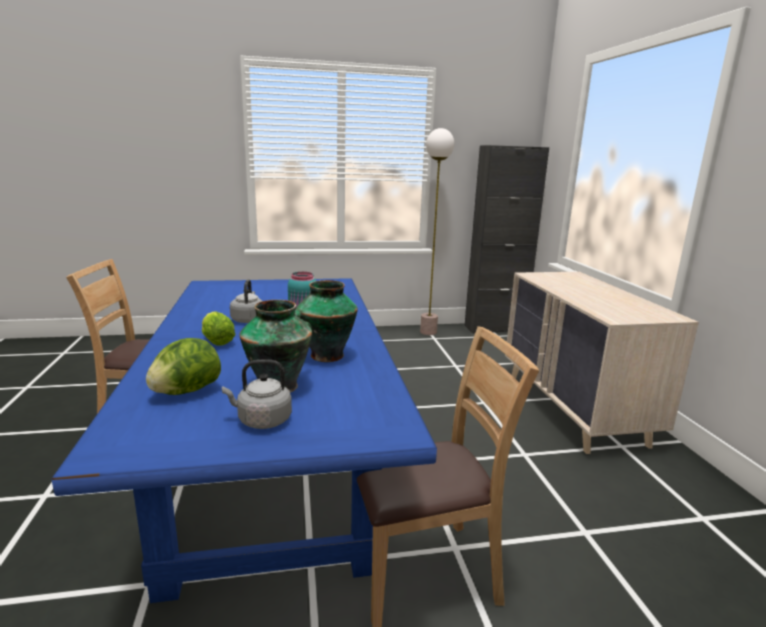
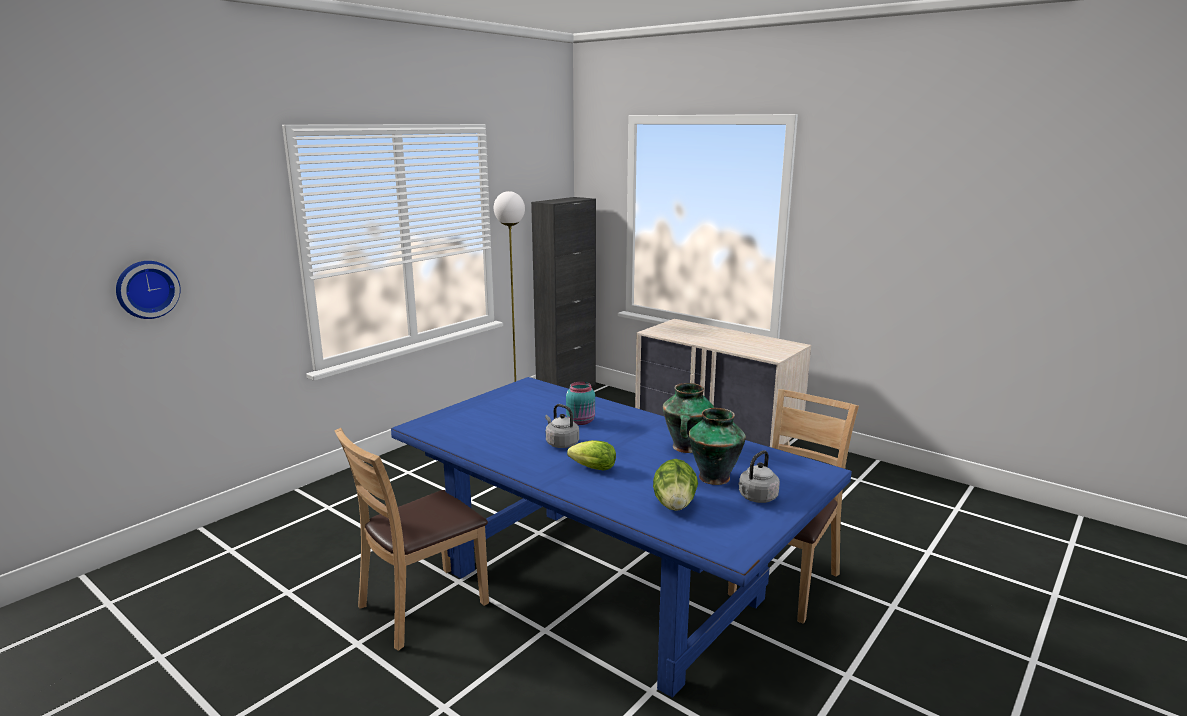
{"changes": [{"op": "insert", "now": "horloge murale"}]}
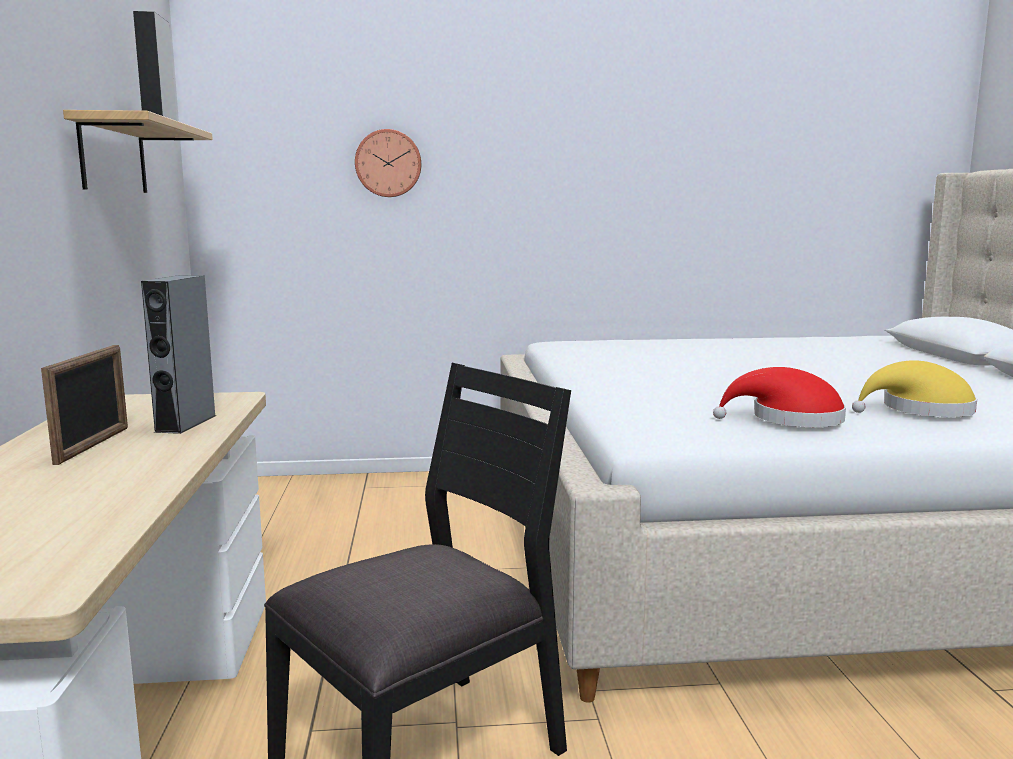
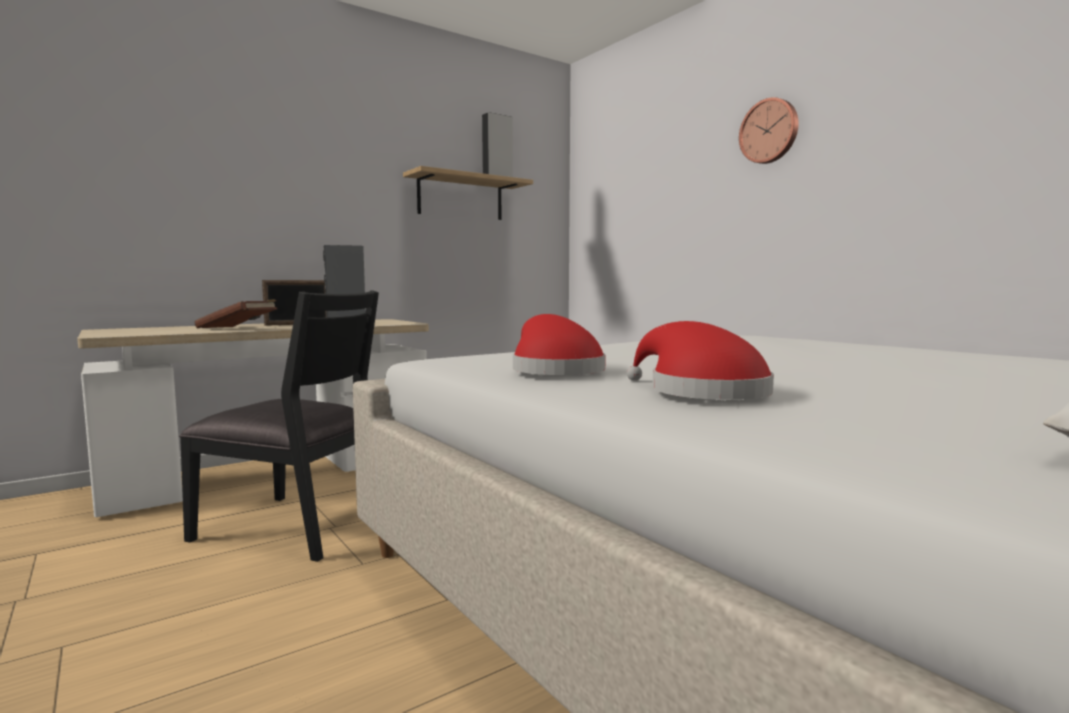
{"changes": [{"op": "move", "was": "horloge murale"}, {"op": "recolor", "was": "chapeau [jaune]", "now": "chapeau [rouge] (2nd from left)"}, {"op": "insert", "now": "livre [marron]"}]}
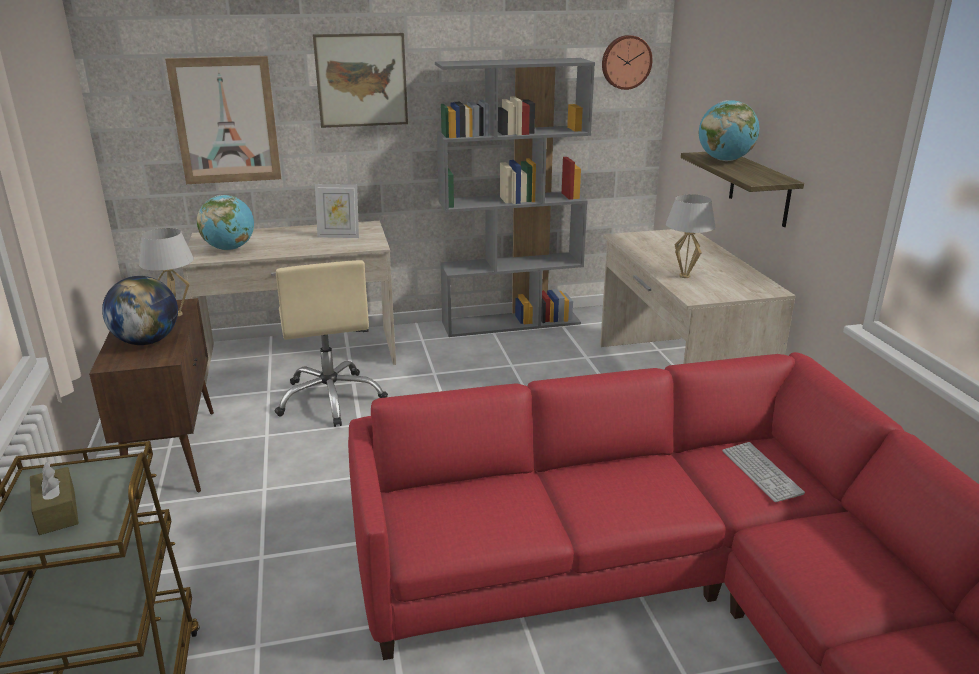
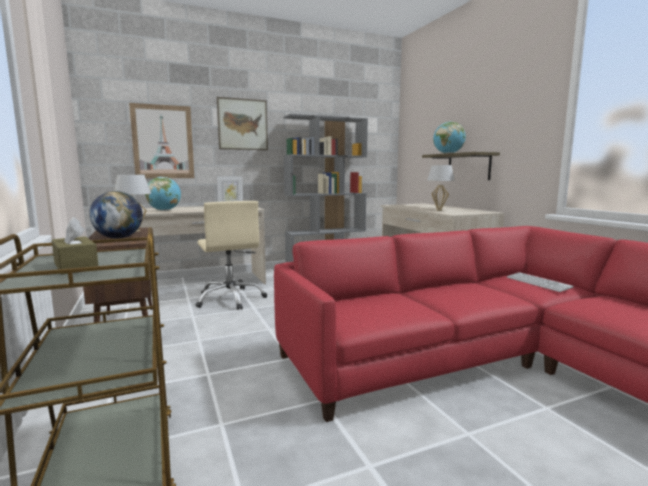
{"changes": [{"op": "delete", "was": "horloge murale"}]}
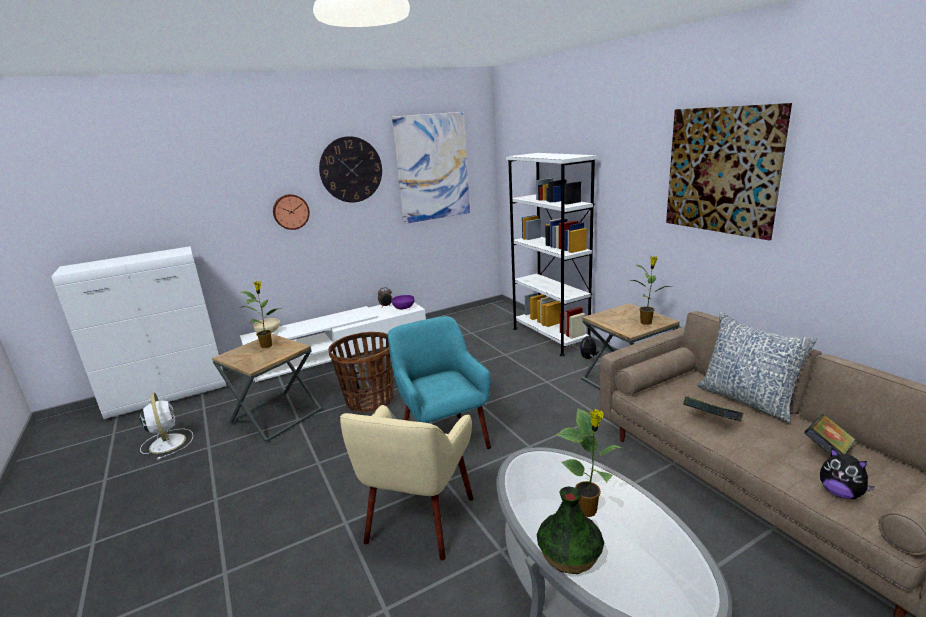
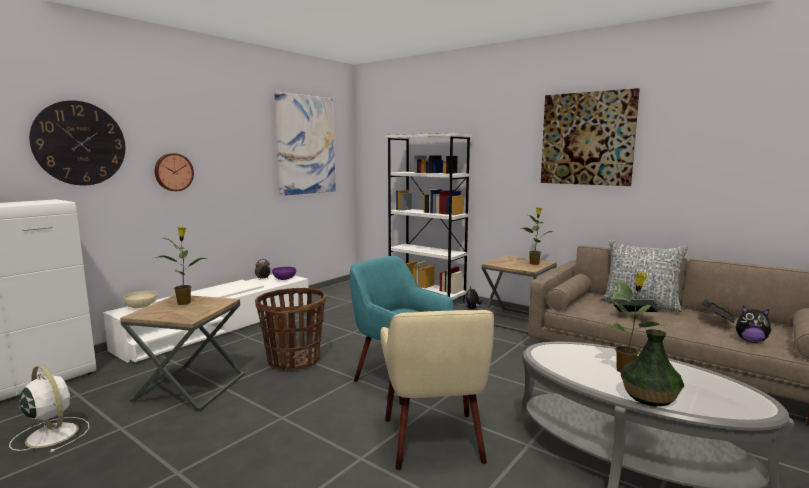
{"changes": [{"op": "move", "was": "horloge murale (2nd from left in the first image)", "now": "horloge murale (1st from left)"}]}
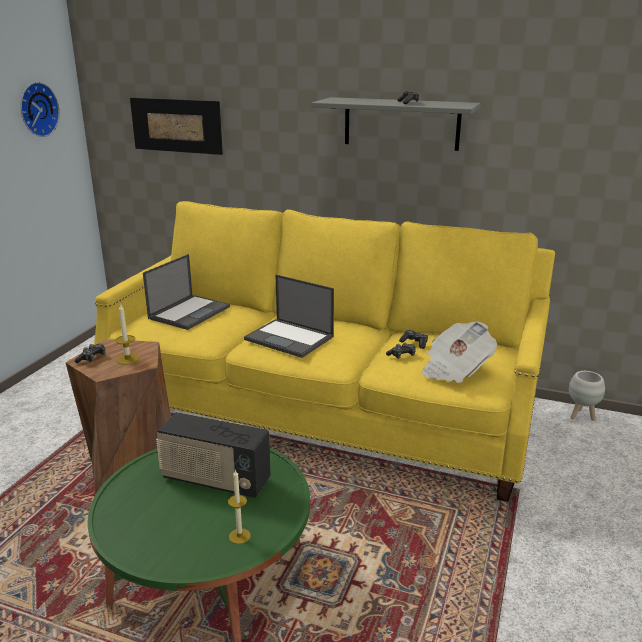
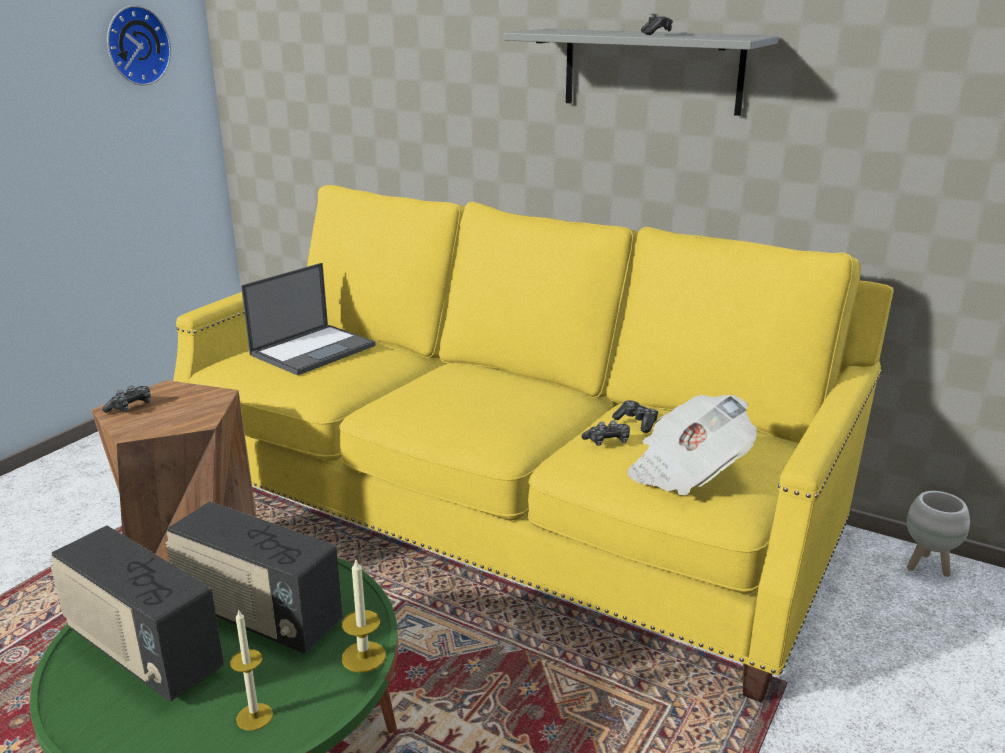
{"changes": [{"op": "delete", "was": "tableau"}, {"op": "delete", "was": "ordinateur portable (2nd from left)"}, {"op": "move", "was": "bougie (1st from left in the first image)", "now": "bougie (2nd from left)"}, {"op": "insert", "now": "radio (1st from left)"}]}
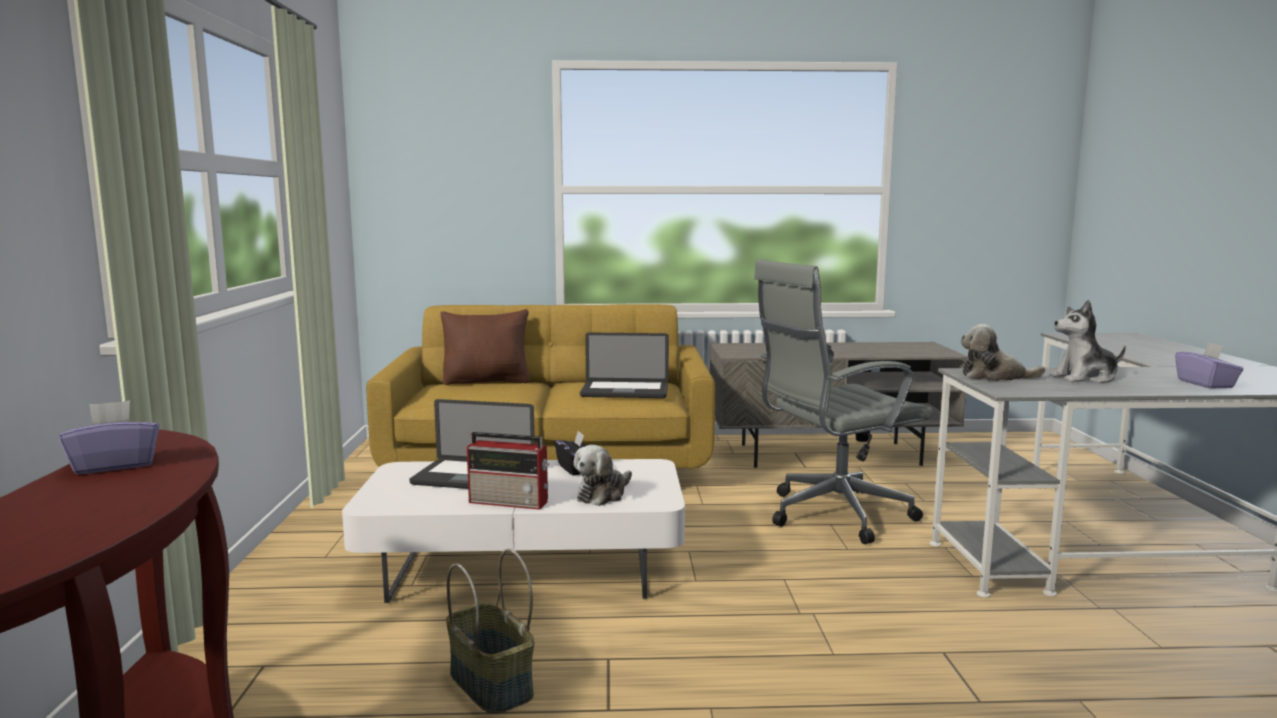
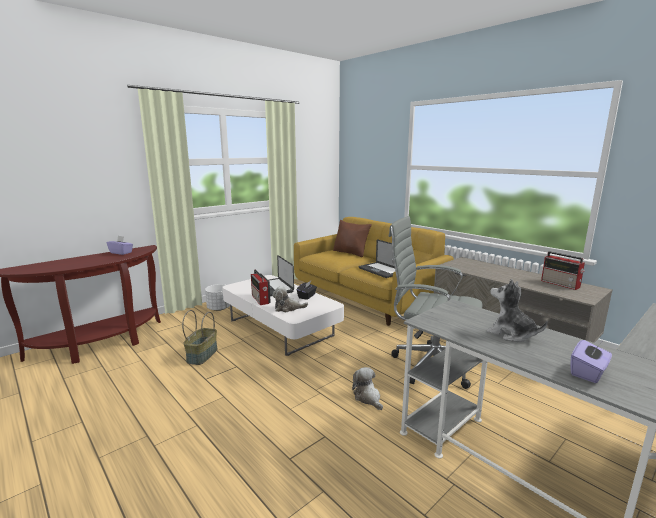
{"changes": [{"op": "move", "was": "peluche (2nd from left)"}, {"op": "insert", "now": "radio (2nd from left)"}, {"op": "insert", "now": "cache-pot [blanc]"}]}
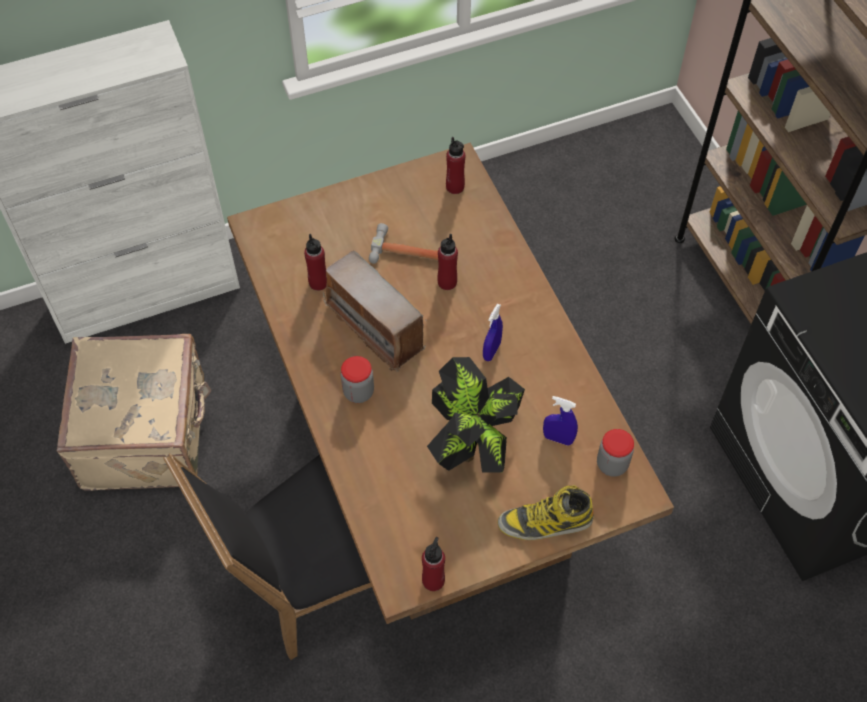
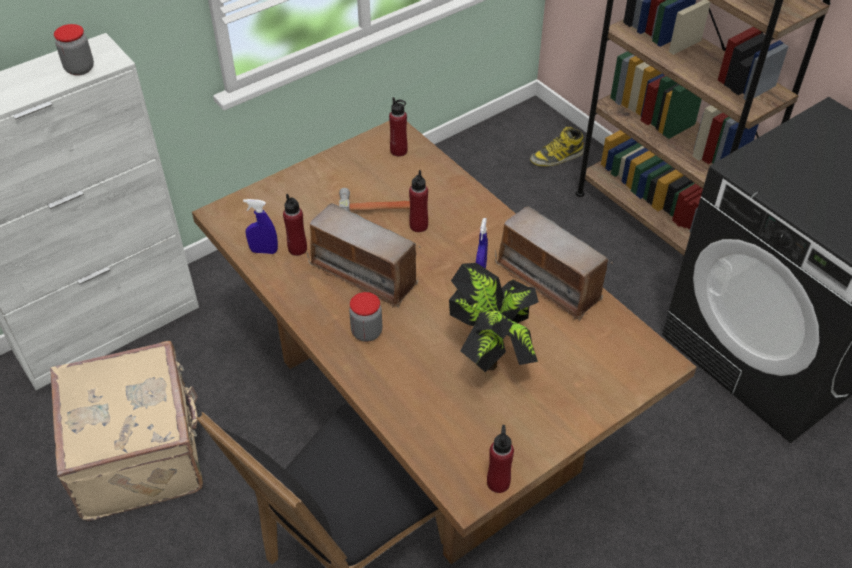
{"changes": [{"op": "move", "was": "vaporisateur [bleu] (2nd from left in the first image)", "now": "vaporisateur [bleu] (1st from left)"}, {"op": "move", "was": "bocal (2nd from left in the first image)", "now": "bocal (1st from left)"}, {"op": "move", "was": "botte"}, {"op": "insert", "now": "radio (2nd from left)"}]}
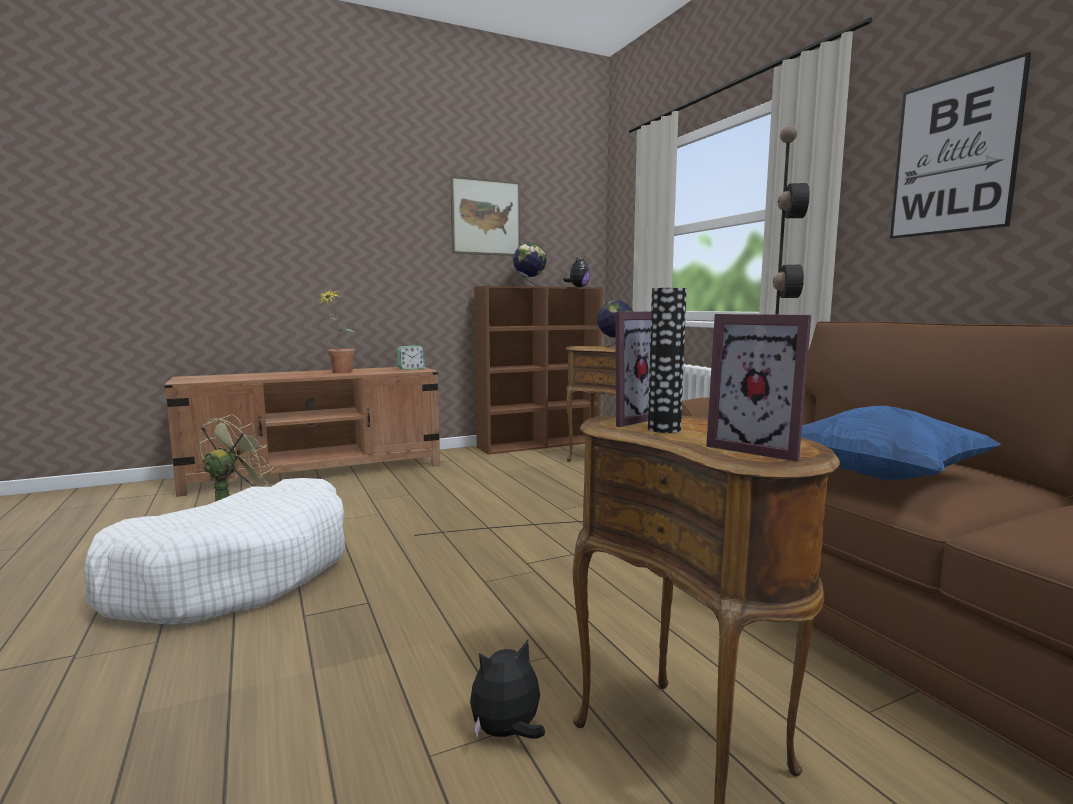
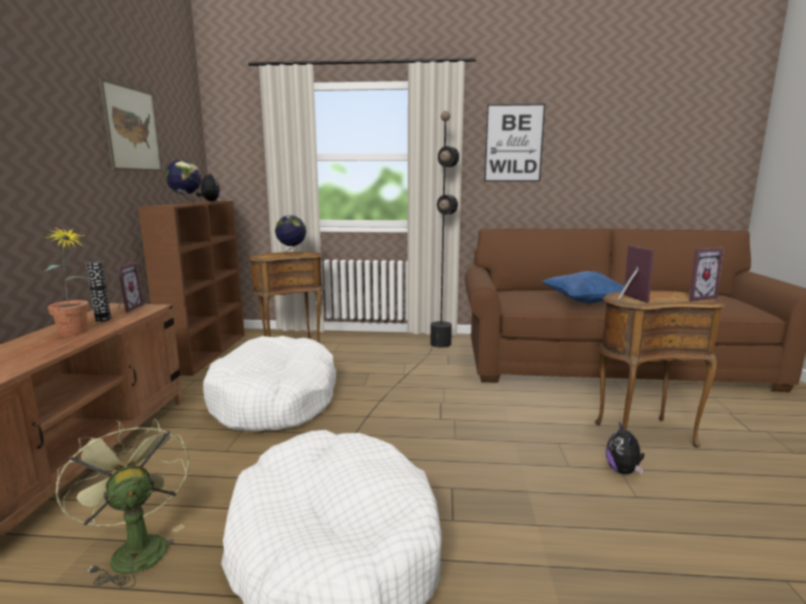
{"changes": [{"op": "move", "was": "vase"}, {"op": "replace", "was": "réveil", "now": "cadre photo (1st from left)"}, {"op": "insert", "now": "panier pour chien [blanc] (1st from left)"}]}
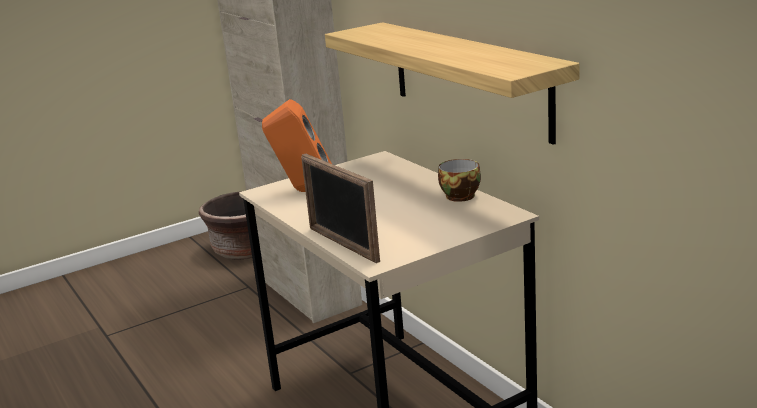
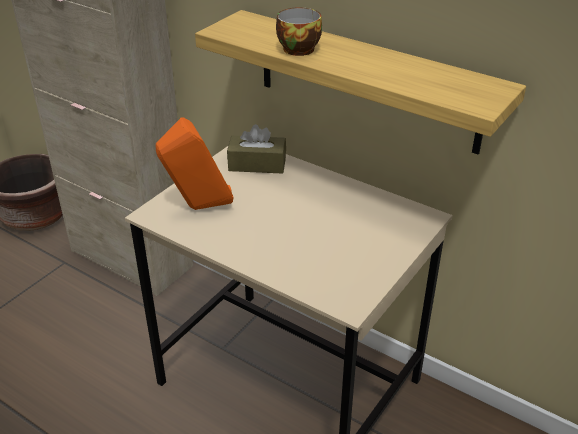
{"changes": [{"op": "delete", "was": "cadre photo"}, {"op": "move", "was": "tasse"}, {"op": "insert", "now": "boîte à mouchoirs [marron]"}]}
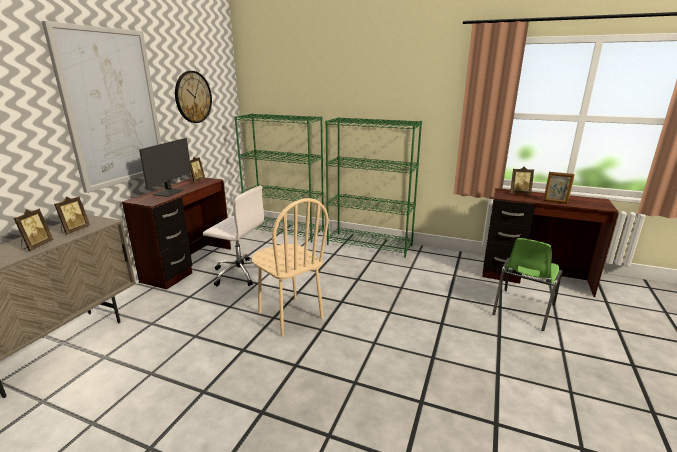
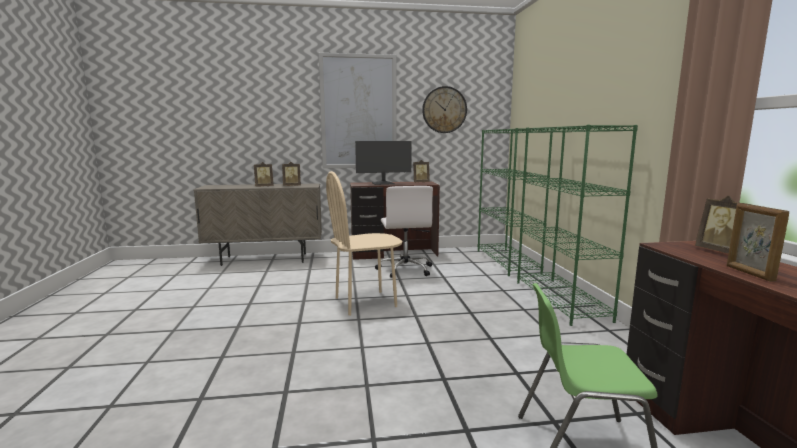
{"changes": [{"op": "rotate", "was": "chaise [beige]", "clockwise": 45}]}
